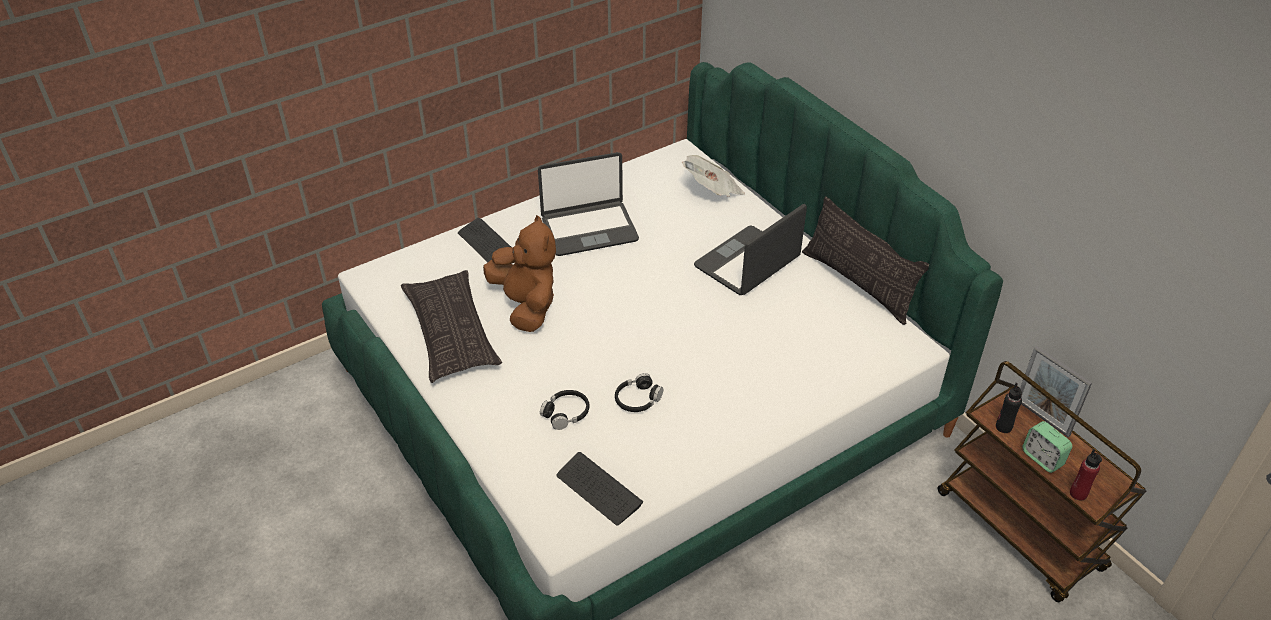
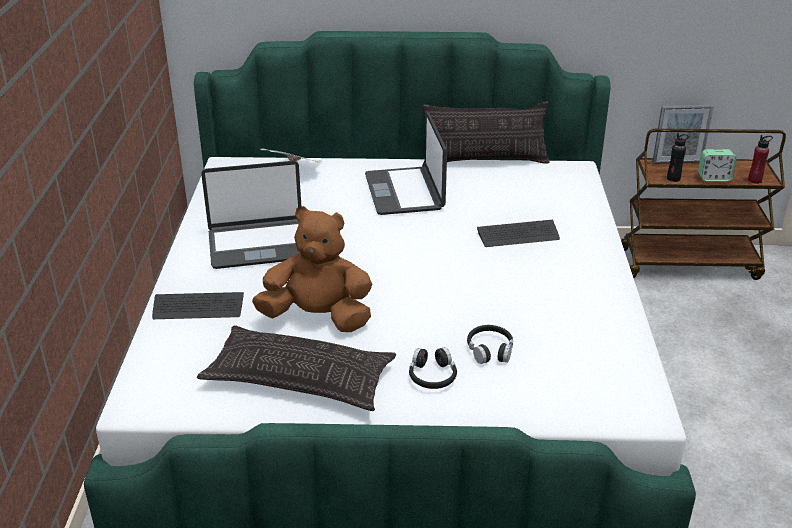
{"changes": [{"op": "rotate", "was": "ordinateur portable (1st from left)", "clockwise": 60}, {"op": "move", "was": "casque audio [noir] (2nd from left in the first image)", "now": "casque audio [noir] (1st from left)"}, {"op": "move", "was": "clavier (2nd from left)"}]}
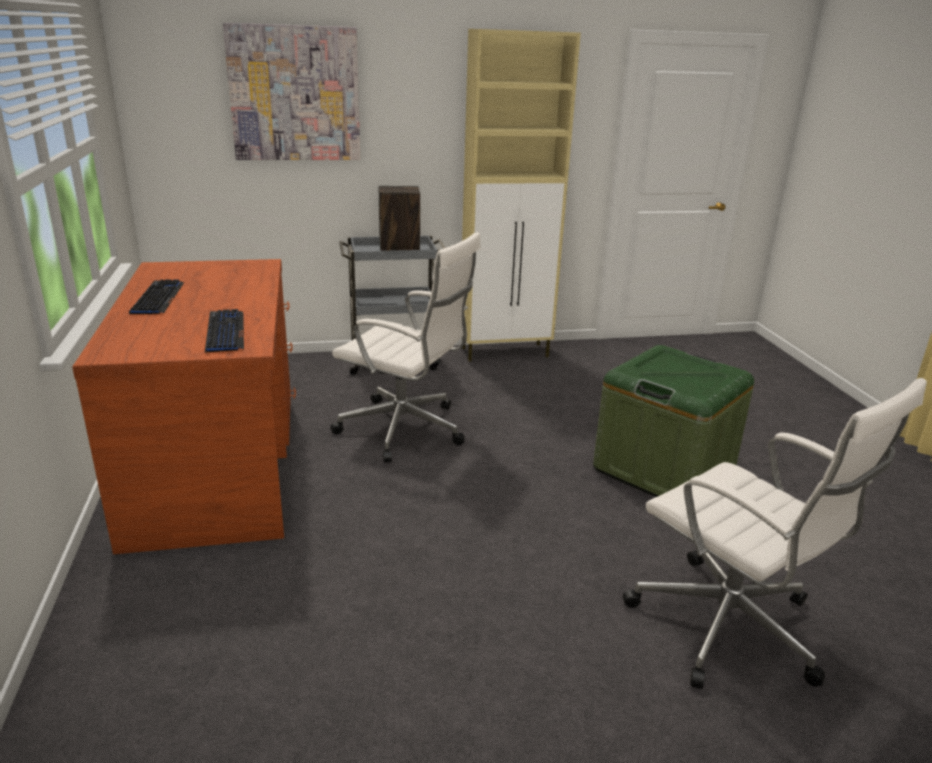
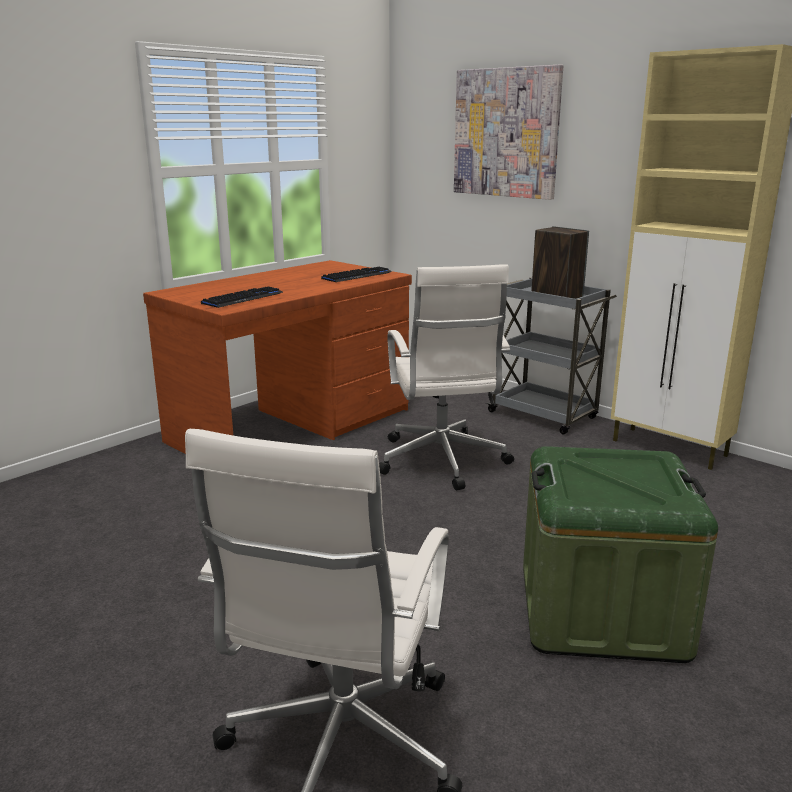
{"changes": [{"op": "move", "was": "clavier (1st from left in the first image)", "now": "clavier (2nd from left)"}]}
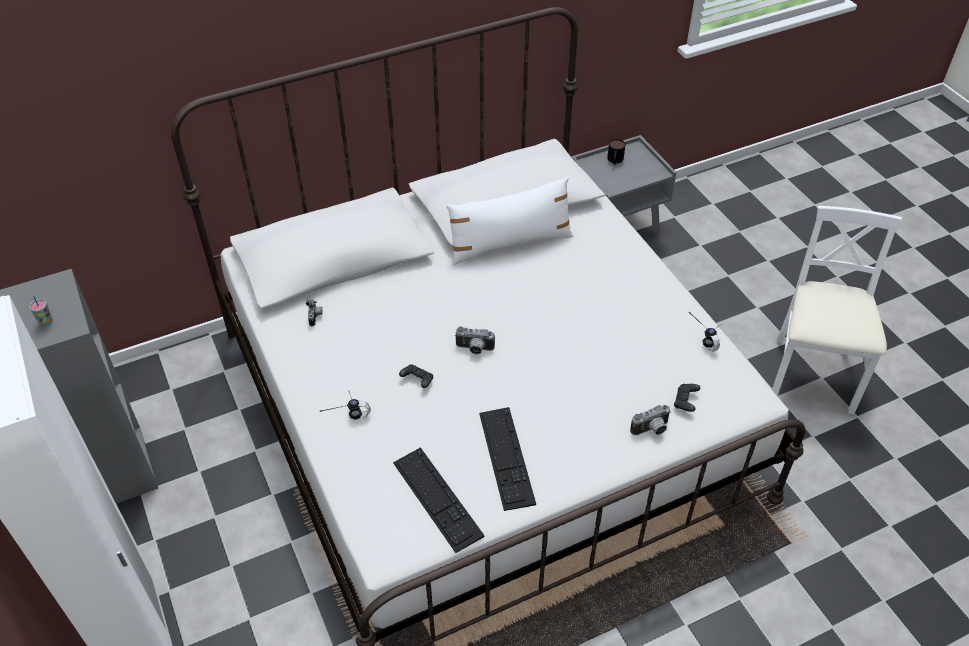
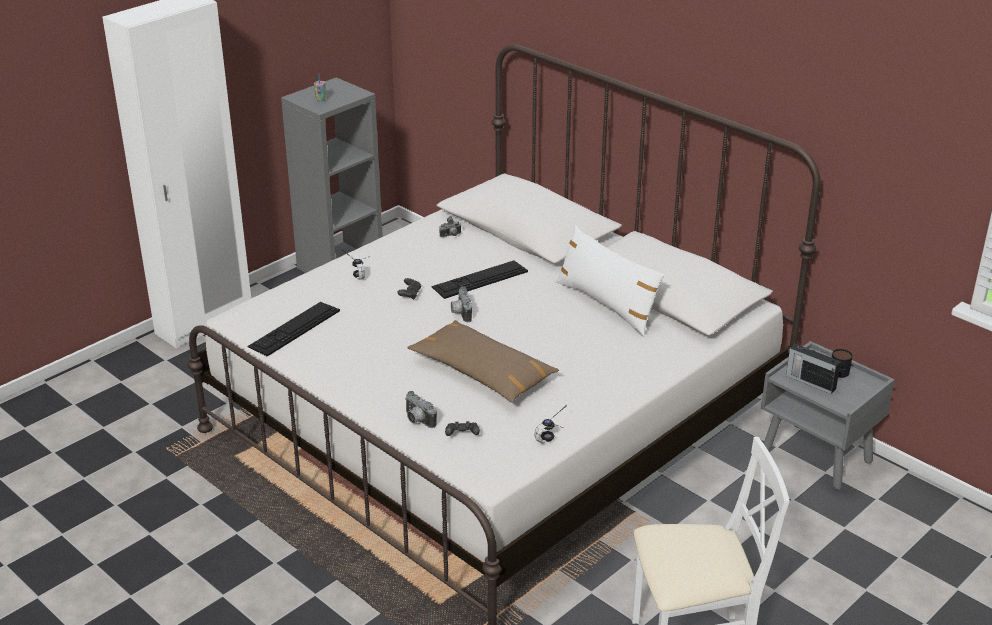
{"changes": [{"op": "move", "was": "clavier (2nd from left)"}, {"op": "insert", "now": "coussin [marron]"}, {"op": "insert", "now": "radio"}]}
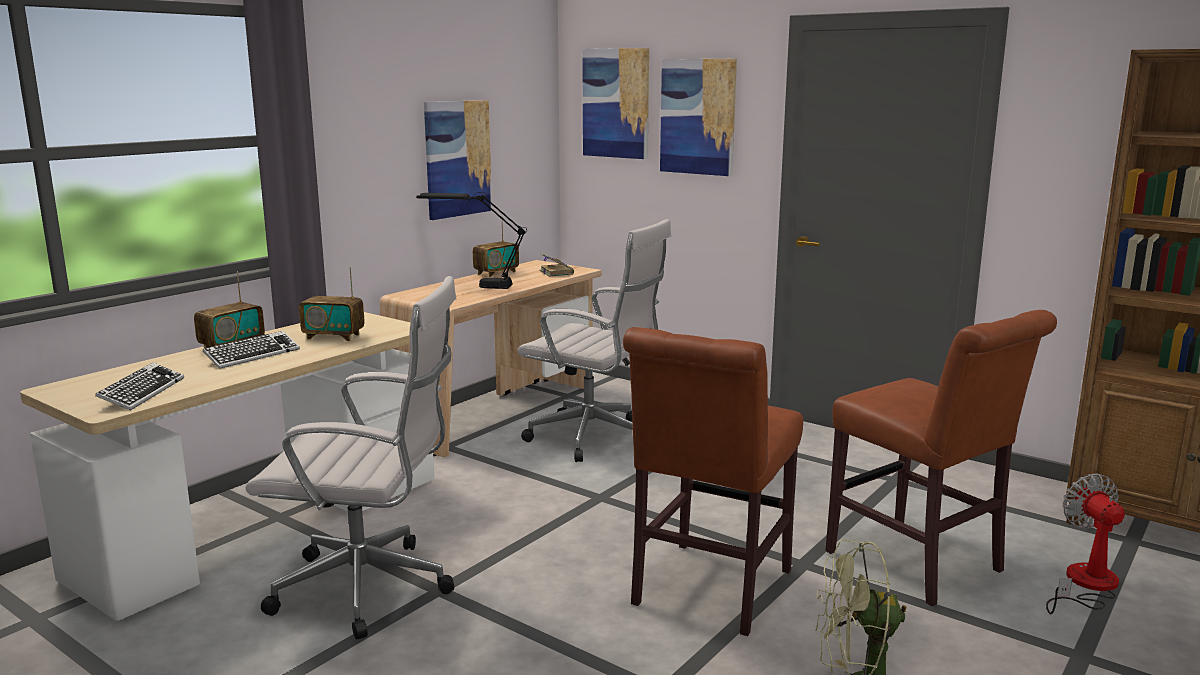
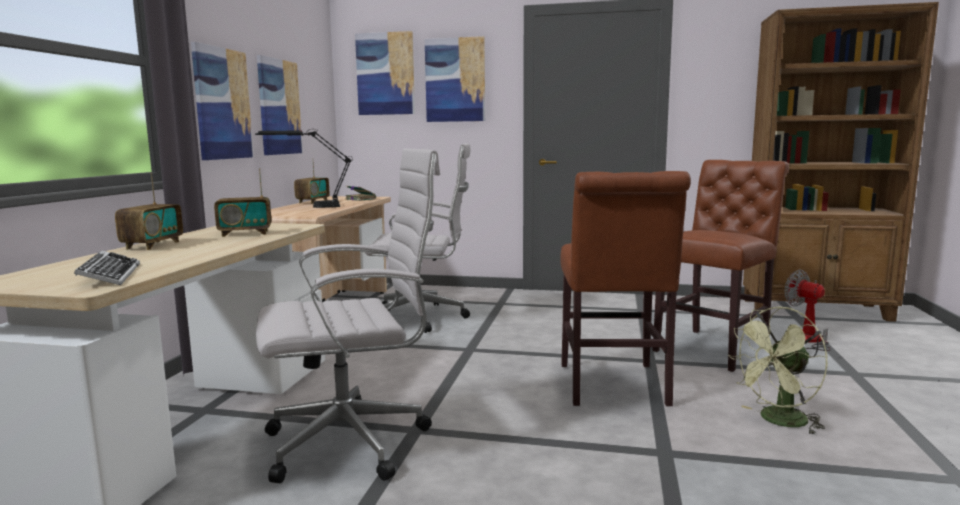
{"changes": [{"op": "rotate", "was": "chaise [marron] (2nd from left)", "clockwise": -75}, {"op": "delete", "was": "clavier (2nd from left)"}, {"op": "insert", "now": "tableau (1st from left)"}]}
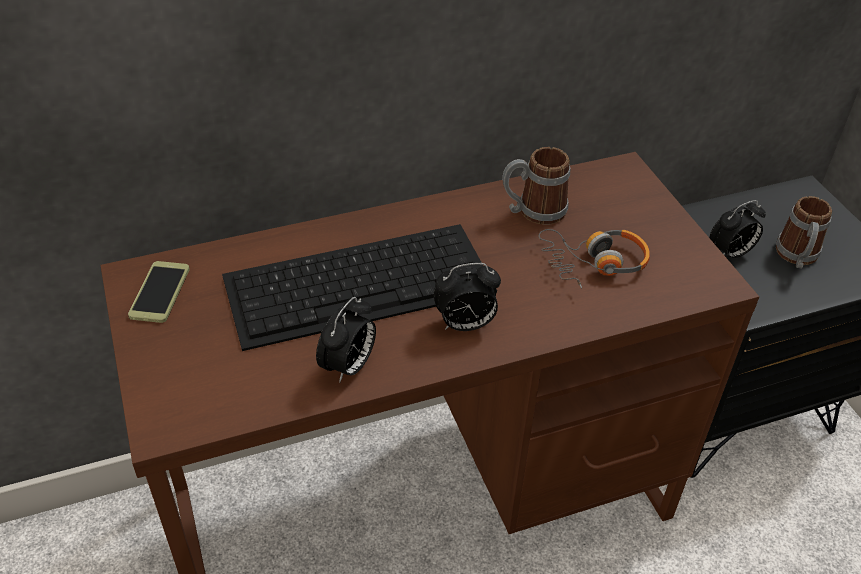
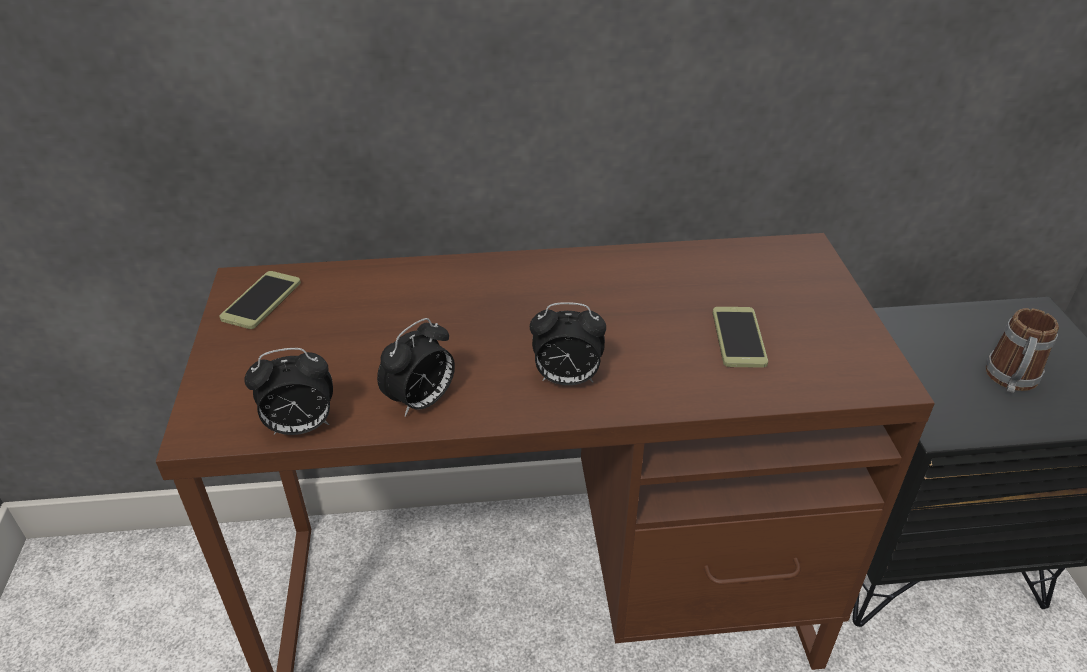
{"changes": [{"op": "delete", "was": "mug (1st from left)"}, {"op": "move", "was": "réveil (3rd from left in the first image)", "now": "réveil (1st from left)"}, {"op": "delete", "was": "clavier"}, {"op": "replace", "was": "casque audio", "now": "téléphone (2nd from left)"}]}
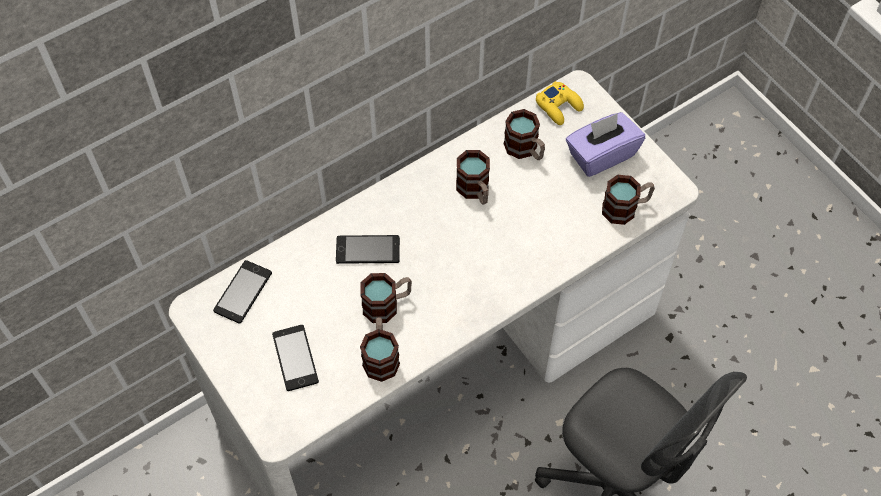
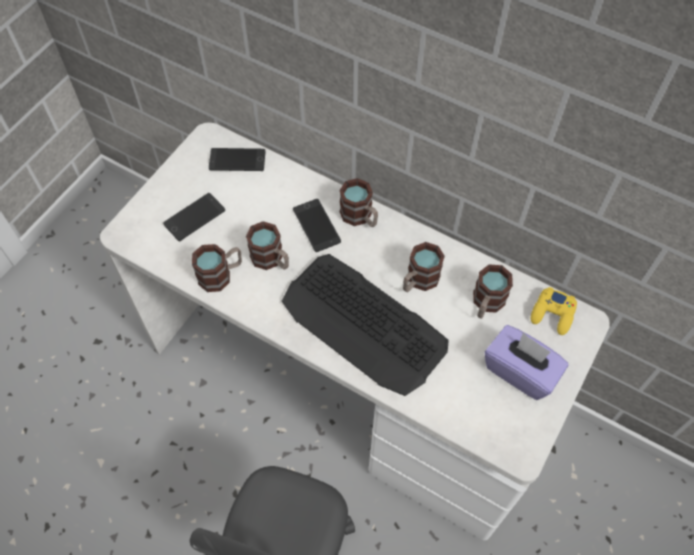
{"changes": [{"op": "move", "was": "mug (5th from left in the first image)", "now": "mug (3rd from left)"}, {"op": "insert", "now": "clavier"}]}
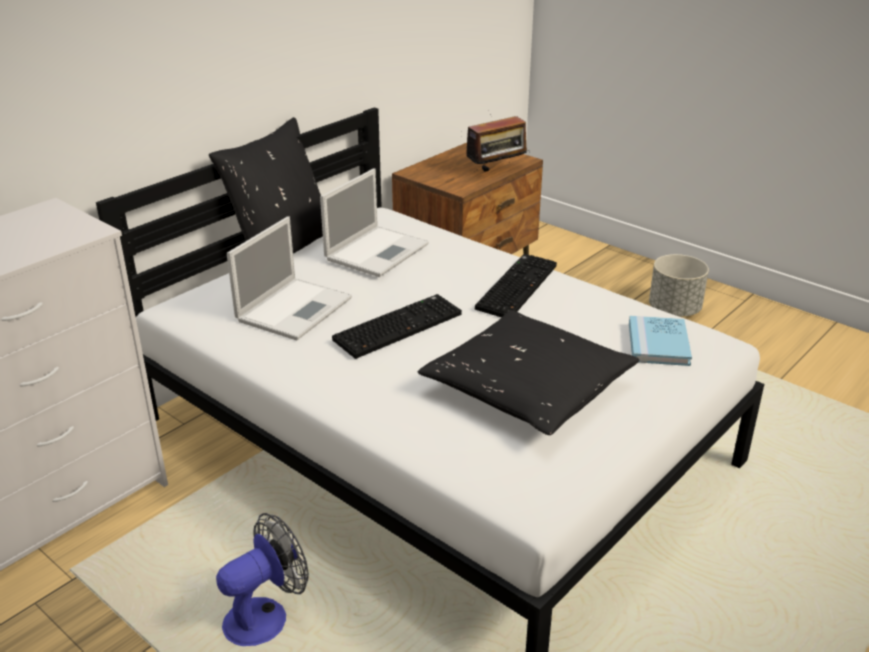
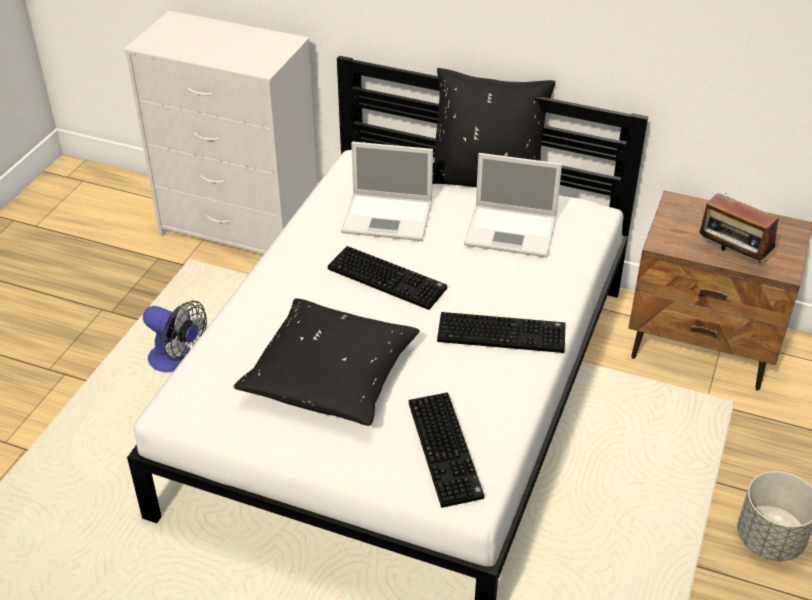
{"changes": [{"op": "replace", "was": "livre [bleu]", "now": "clavier (2nd from left)"}]}
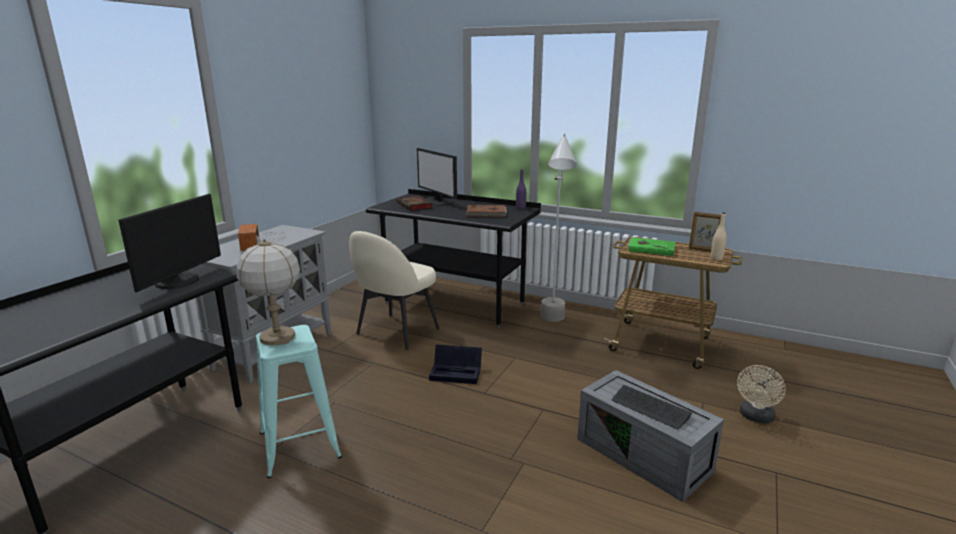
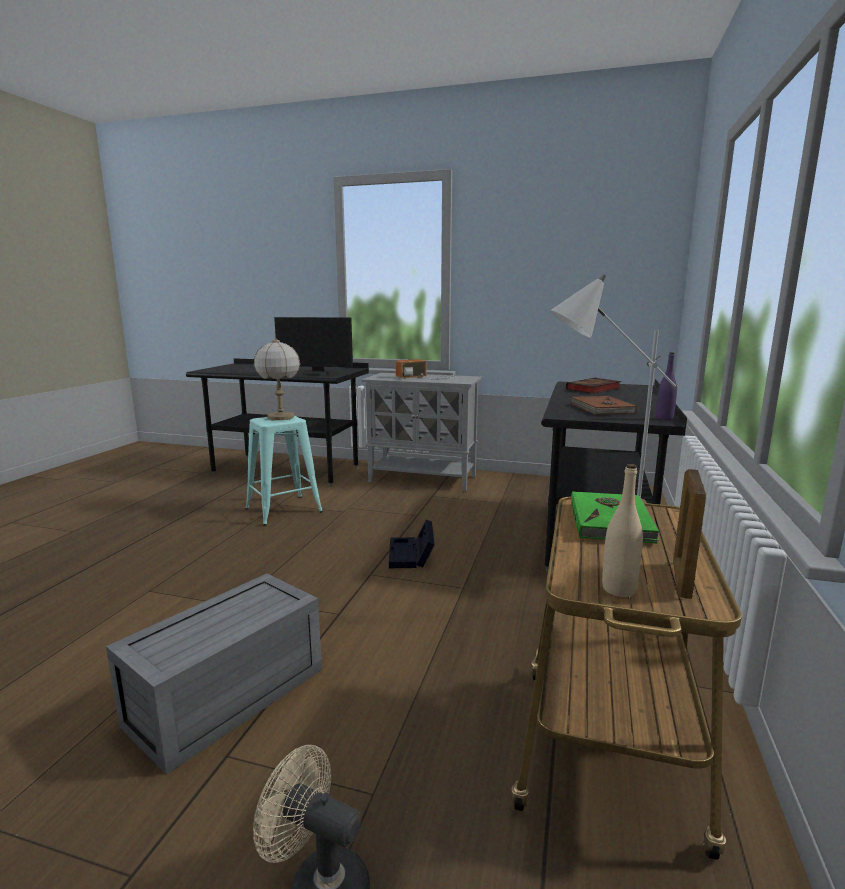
{"changes": [{"op": "delete", "was": "écran d'ordinateur (2nd from left)"}, {"op": "delete", "was": "chaise [beige]"}, {"op": "delete", "was": "clavier"}]}
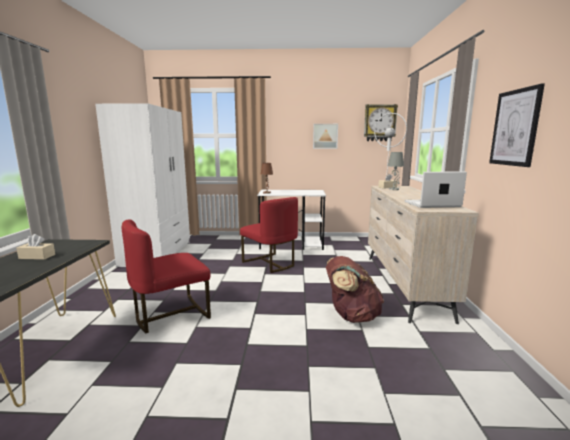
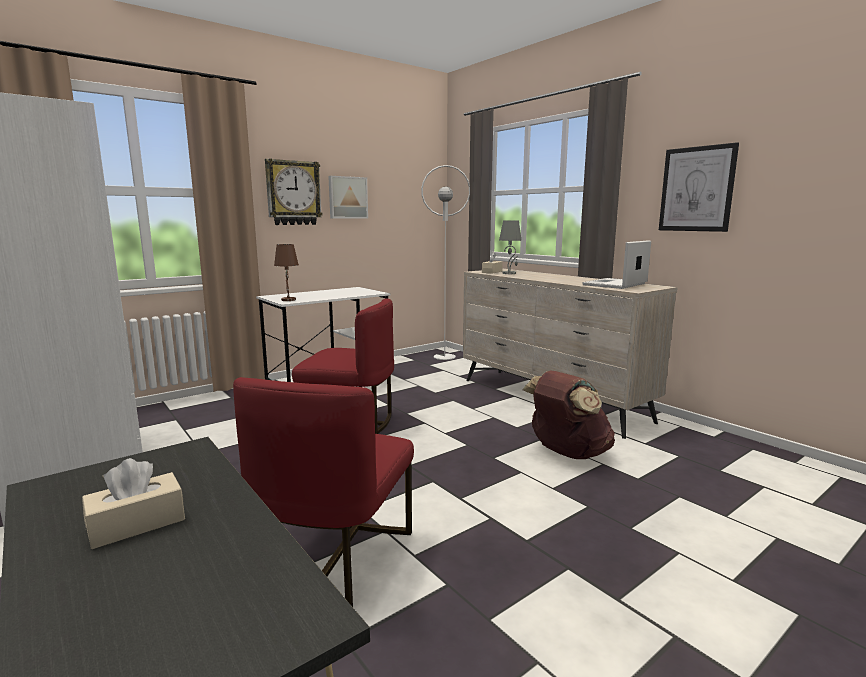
{"changes": [{"op": "move", "was": "horloge murale"}]}
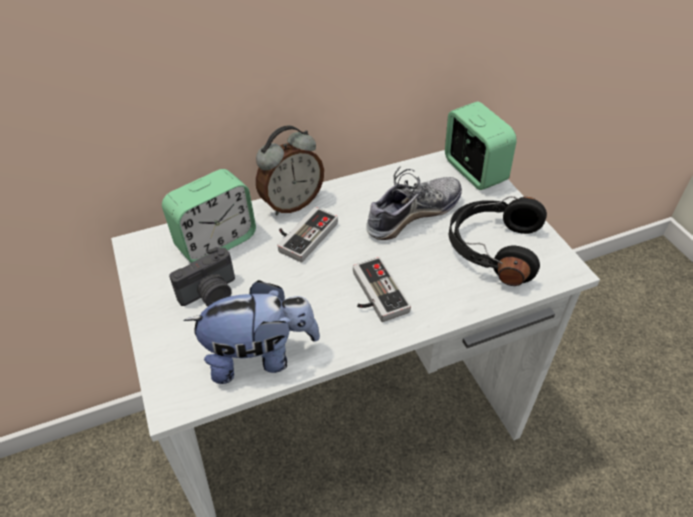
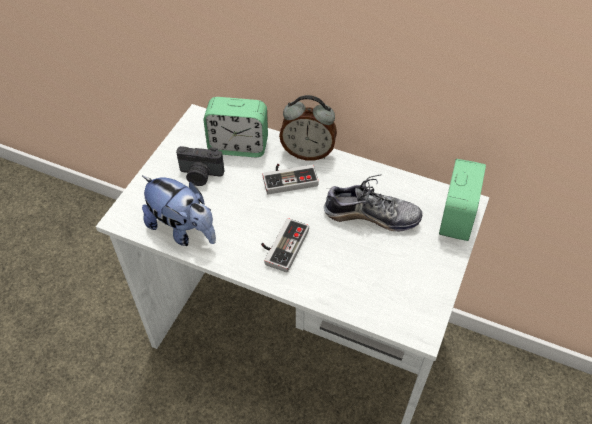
{"changes": [{"op": "delete", "was": "casque audio [noir]"}]}
